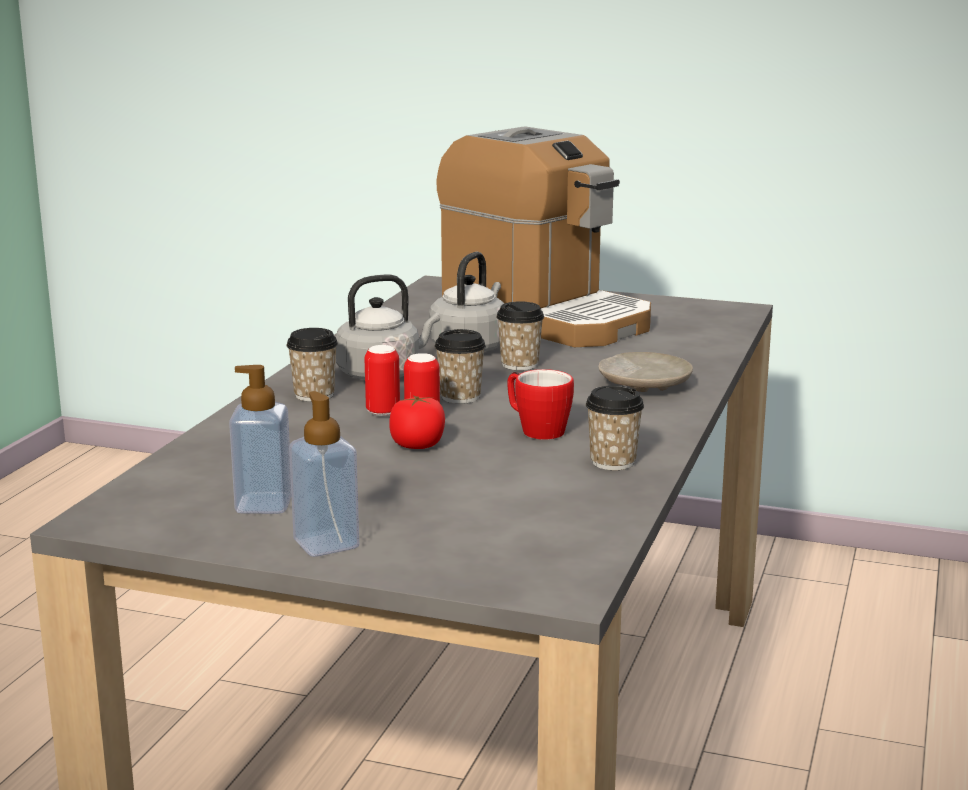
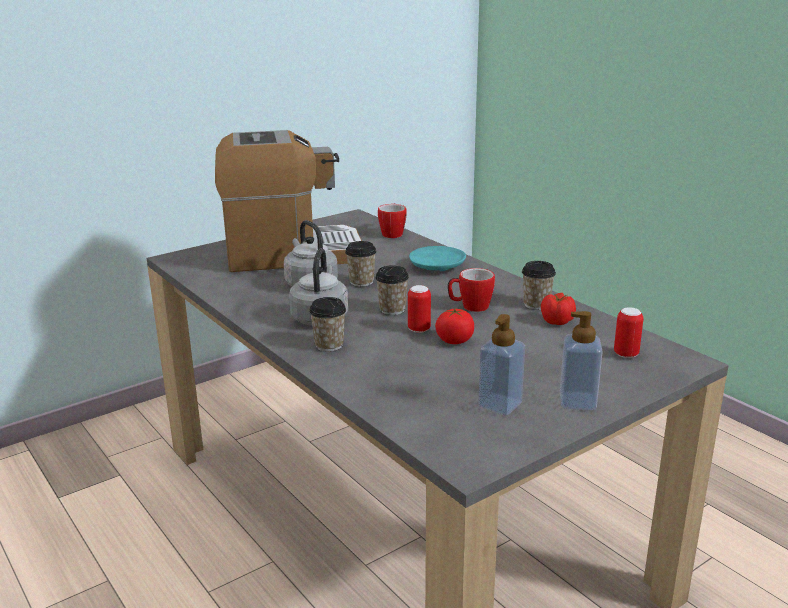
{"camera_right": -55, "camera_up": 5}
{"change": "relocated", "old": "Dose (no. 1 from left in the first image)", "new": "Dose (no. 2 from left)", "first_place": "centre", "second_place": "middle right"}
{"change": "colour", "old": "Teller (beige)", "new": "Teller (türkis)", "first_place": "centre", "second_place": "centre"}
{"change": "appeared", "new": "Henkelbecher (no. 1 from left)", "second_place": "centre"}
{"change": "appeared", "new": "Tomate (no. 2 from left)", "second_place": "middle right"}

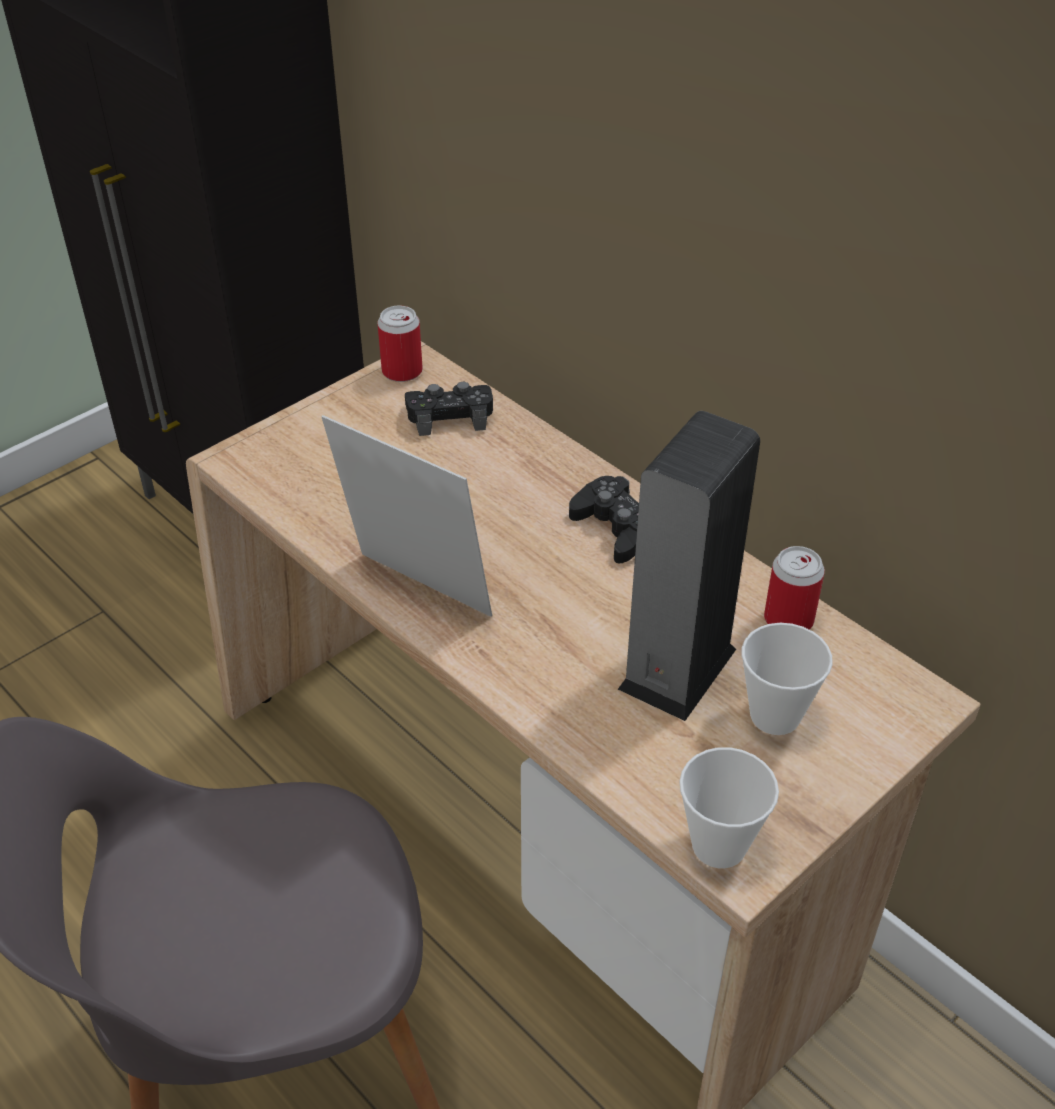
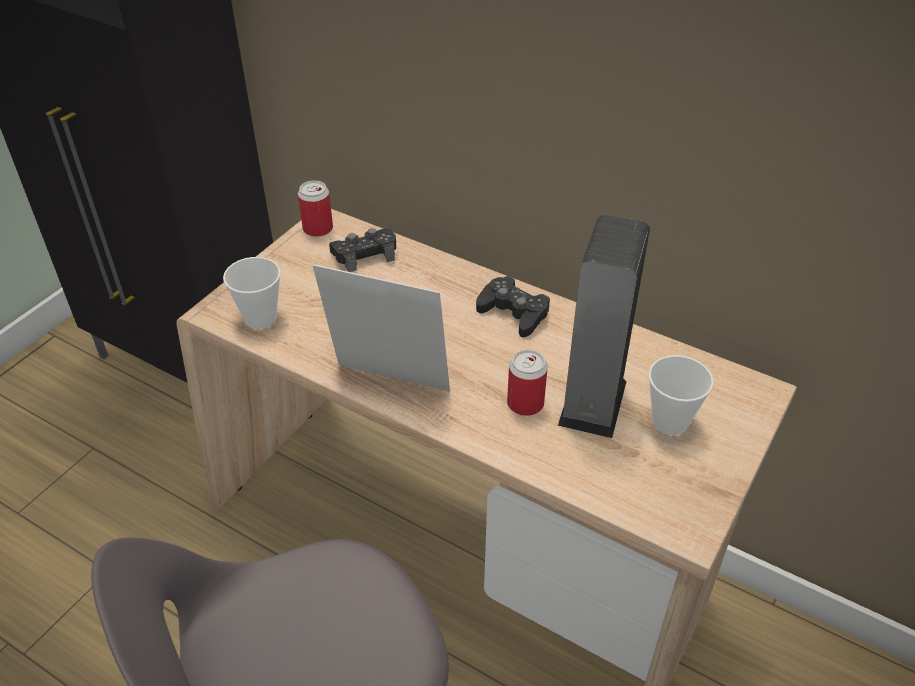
{"camera_right": -15, "camera_up": 0}
{"change": "relocated", "old": "Dose (no. 2 from left)", "first_place": "middle right", "second_place": "centre"}
{"change": "relocated", "old": "Tasse (no. 1 from left)", "first_place": "bottom right", "second_place": "middle left"}

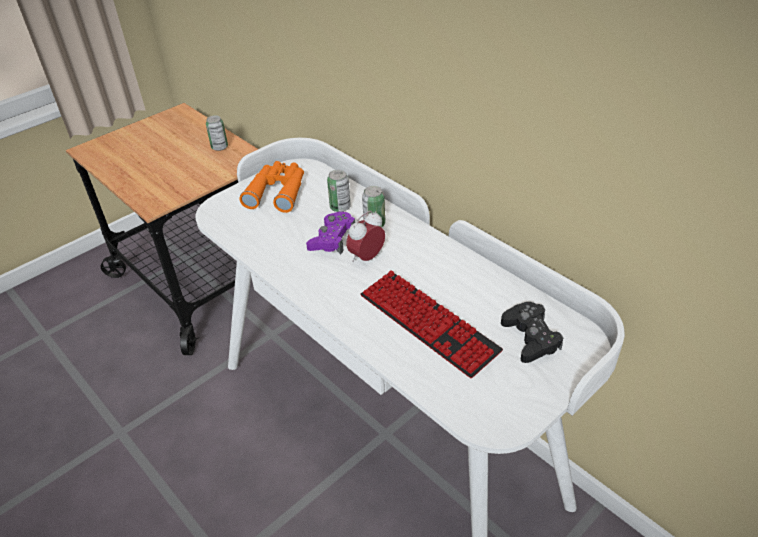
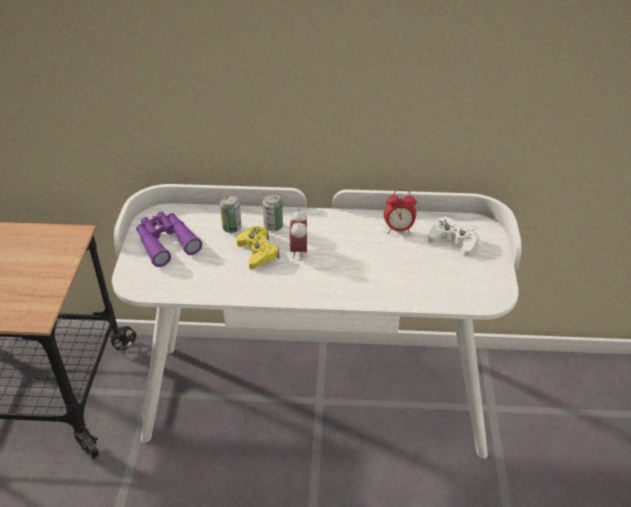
{"camera_right": -45, "camera_up": 0}
{"change": "missing", "old": "Dose (no. 1 from left)", "first_place": "top left"}
{"change": "colour", "old": "Fernglas (orange)", "new": "Fernglas (lila)", "first_place": "centre", "second_place": "middle left"}
{"change": "colour", "old": "Gamepad (lila)", "new": "Gamepad (gelb)", "first_place": "centre", "second_place": "centre"}
{"change": "missing", "old": "Tastatur", "first_place": "centre"}
{"change": "colour", "old": "Gamepad (schwarz)", "new": "Gamepad (weiß)", "first_place": "middle right", "second_place": "middle right"}
{"change": "appeared", "new": "Wecker (no. 2 from left)", "second_place": "centre"}

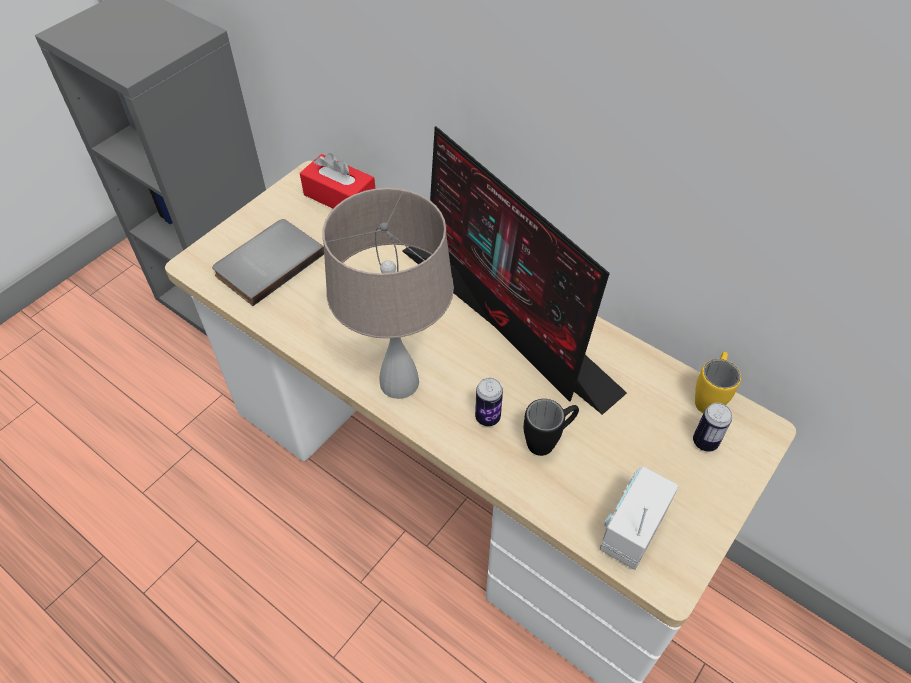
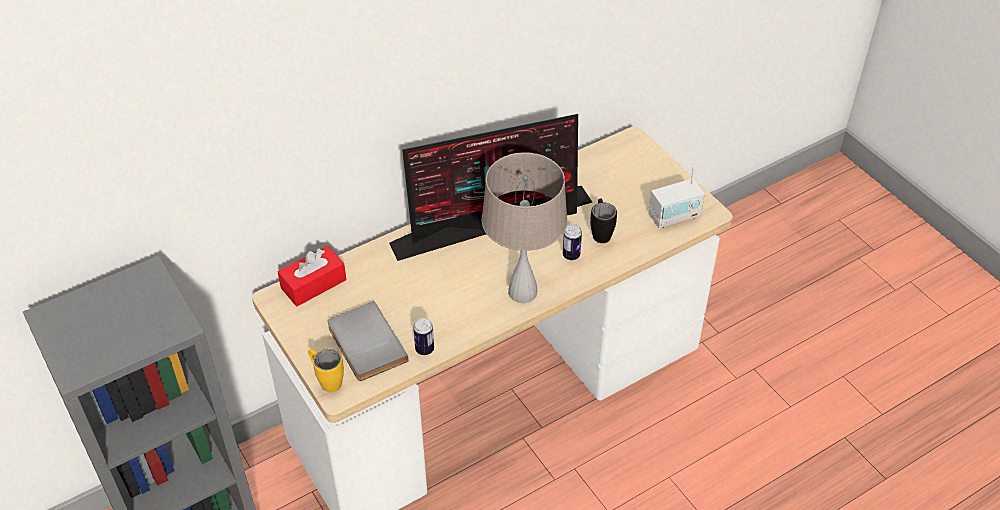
{"camera_right": -70, "camera_up": -5}
{"change": "relocated", "old": "Henkelbecher (gelb)", "first_place": "middle right", "second_place": "bottom left"}
{"change": "relocated", "old": "Dose (no. 2 from left in the first image)", "new": "Dose (no. 1 from left)", "first_place": "middle right", "second_place": "centre"}
{"change": "spun", "old": "Radio", "first_place": "bottom right", "second_place": "middle right", "degrees": -75}

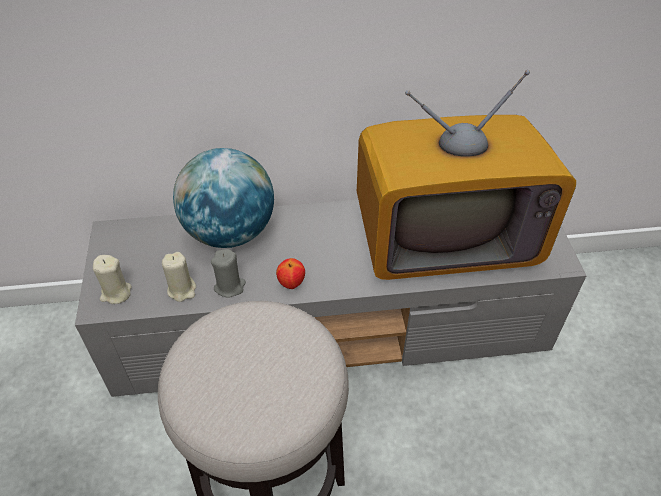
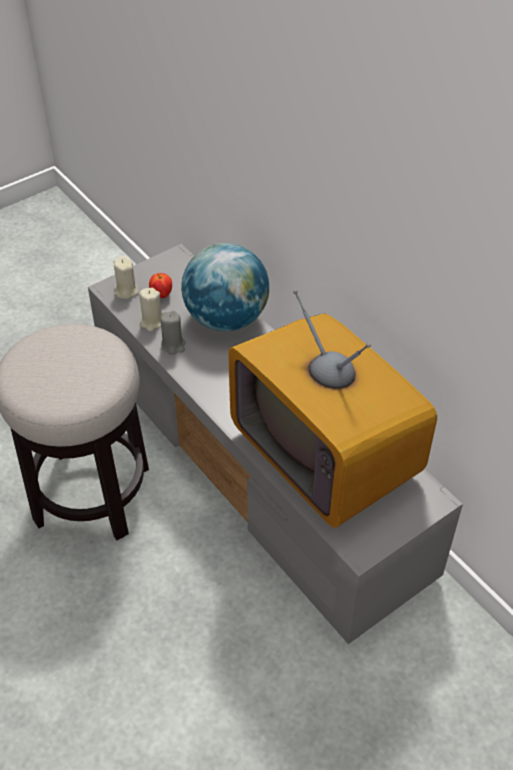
{"camera_right": 60, "camera_up": 0}
{"change": "relocated", "old": "Apfel", "first_place": "centre", "second_place": "middle left"}

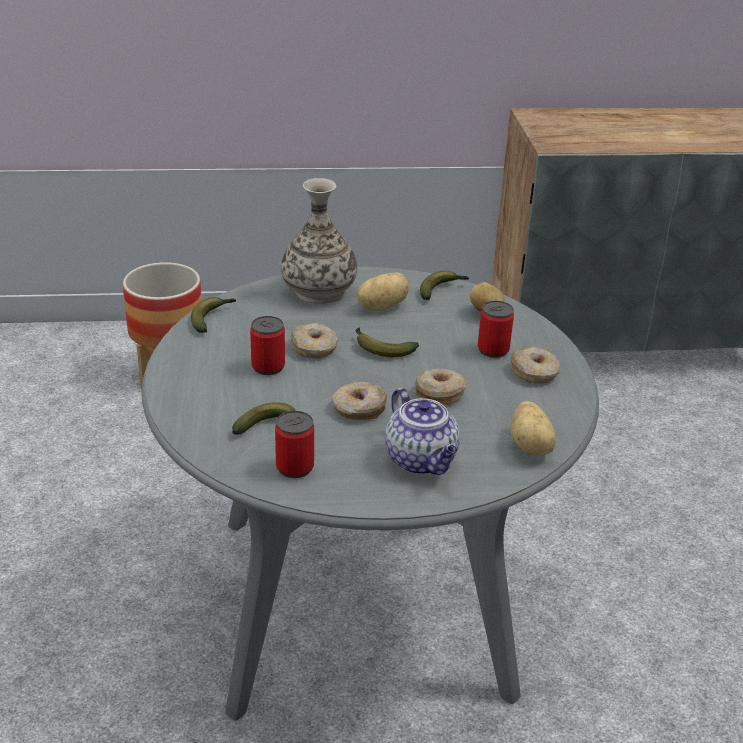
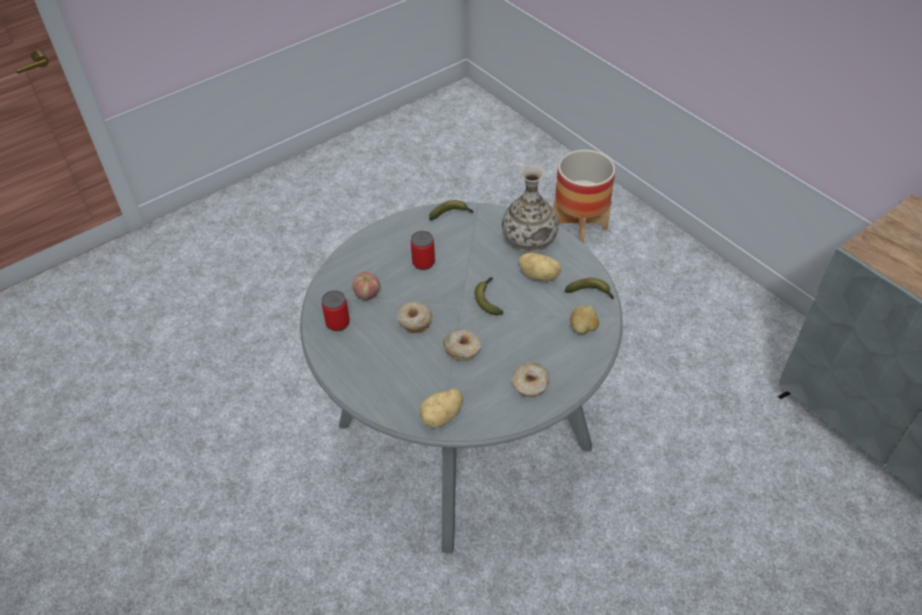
{"camera_right": 60, "camera_up": 15}
{"change": "missing", "old": "Dose (no. 3 from left)", "first_place": "middle right"}
{"change": "missing", "old": "Donut (no. 1 from left)", "first_place": "centre"}
{"change": "missing", "old": "Teekanne", "first_place": "centre"}
{"change": "exchanged", "old": "Banane (no. 2 from left)", "new": "Apfel", "first_place": "centre", "second_place": "centre"}

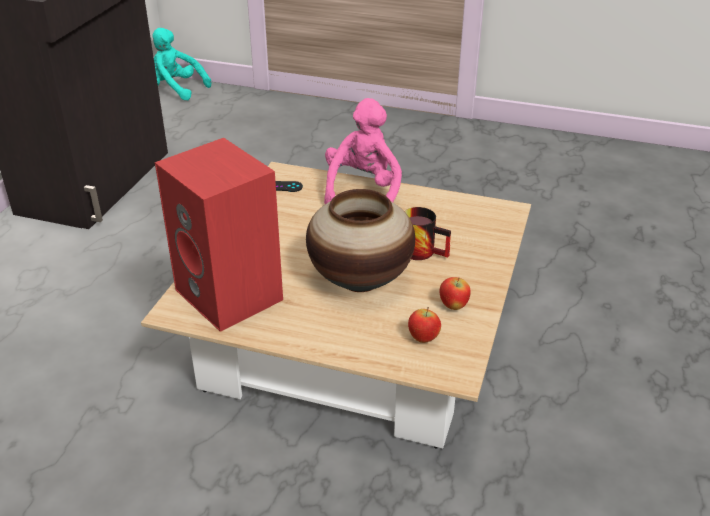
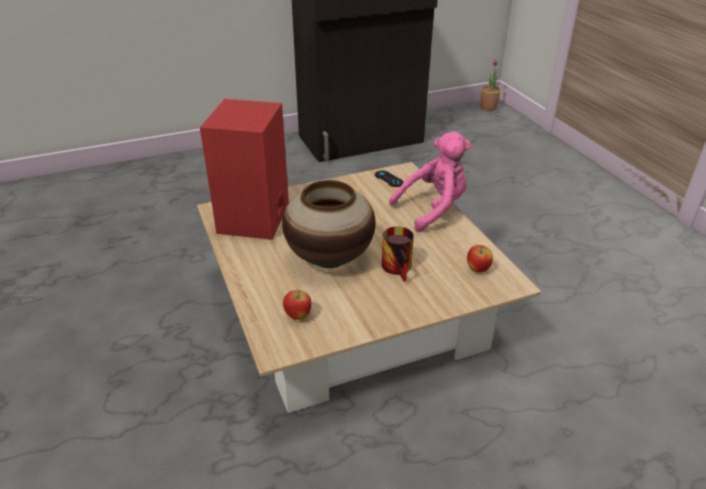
{"camera_right": 50, "camera_up": 0}
{"change": "exchanged", "old": "Plüschtier (türkis)", "new": "Topfpflanze", "first_place": "top left", "second_place": "top right"}
{"change": "relocated", "old": "Apfel (no. 2 from left)", "first_place": "centre", "second_place": "middle right"}

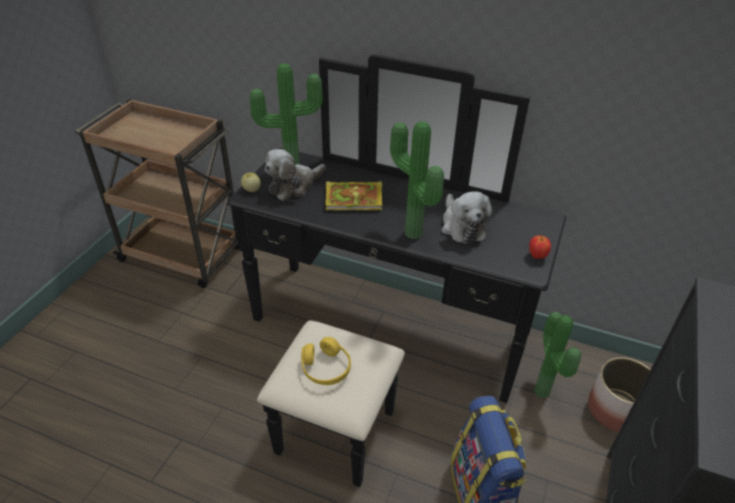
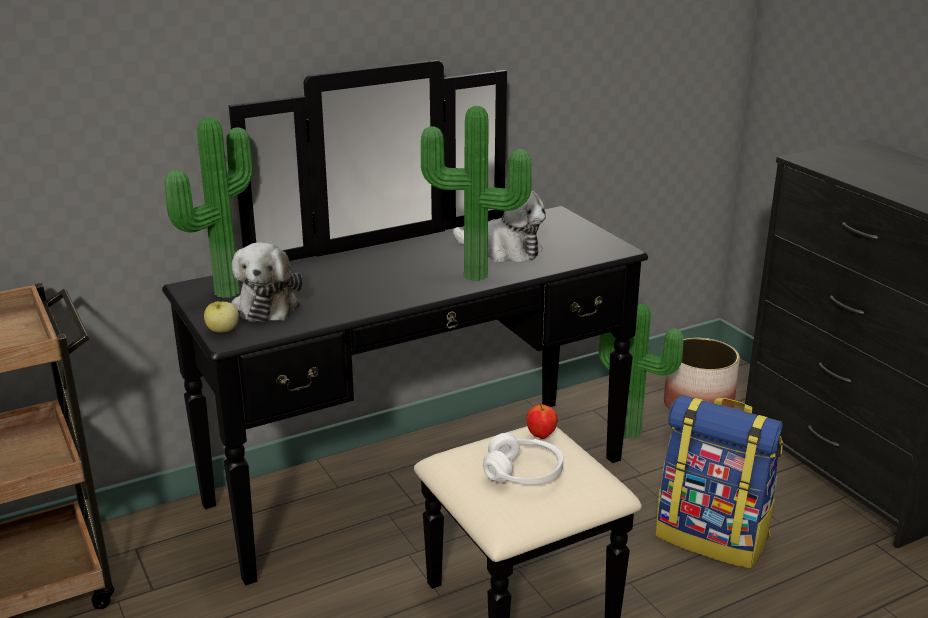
{"camera_right": -50, "camera_up": -15}
{"change": "missing", "old": "Buch", "first_place": "centre"}
{"change": "relocated", "old": "Apfel (no. 2 from left)", "first_place": "middle right", "second_place": "bottom centre"}
{"change": "colour", "old": "Kopfhörer (gelb)", "new": "Kopfhörer (weiß)", "first_place": "bottom centre", "second_place": "bottom centre"}

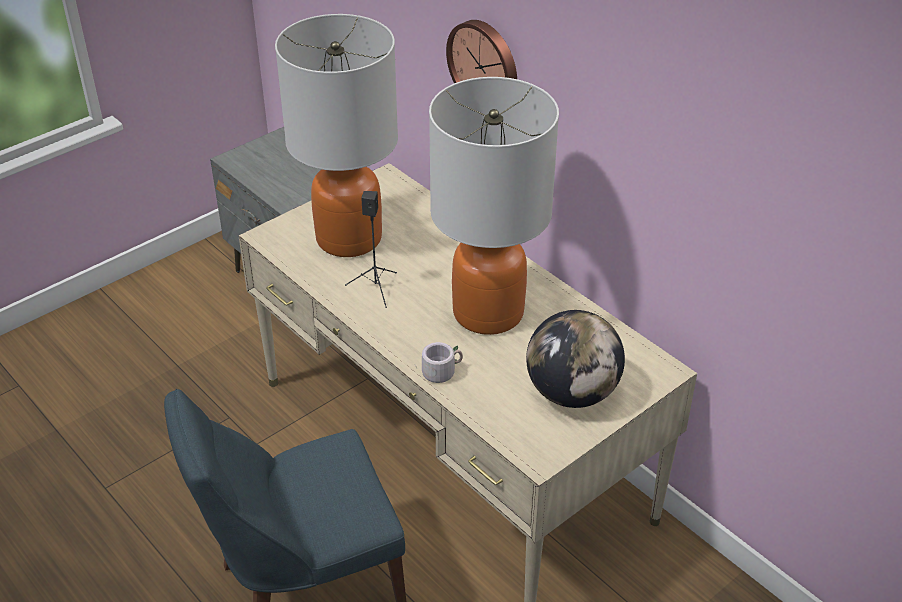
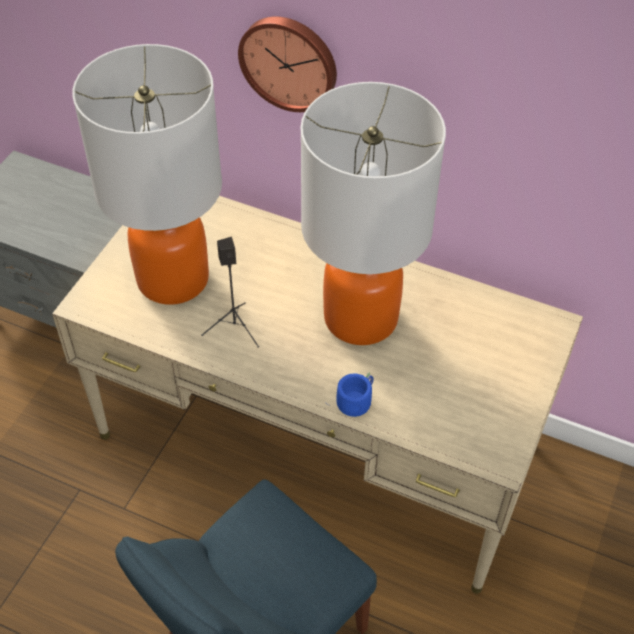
{"camera_right": -25, "camera_up": 10}
{"change": "missing", "old": "Globus", "first_place": "centre"}
{"change": "colour", "old": "Henkelbecher (grau)", "new": "Henkelbecher (blau)", "first_place": "centre", "second_place": "centre"}

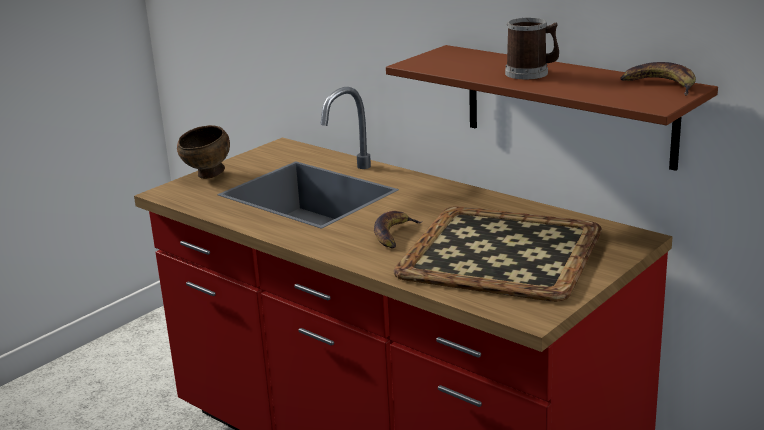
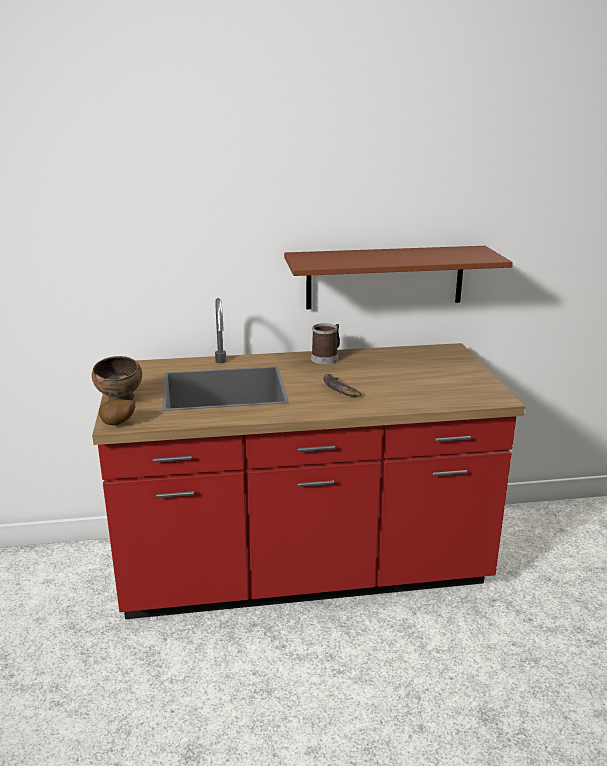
{"camera_right": -50, "camera_up": 0}
{"change": "relocated", "old": "Henkelbecher", "first_place": "top right", "second_place": "centre"}
{"change": "missing", "old": "Banane (no. 2 from left)", "first_place": "top right"}
{"change": "missing", "old": "Tablett", "first_place": "centre"}
{"change": "appeared", "new": "Kartoffel", "second_place": "middle left"}

